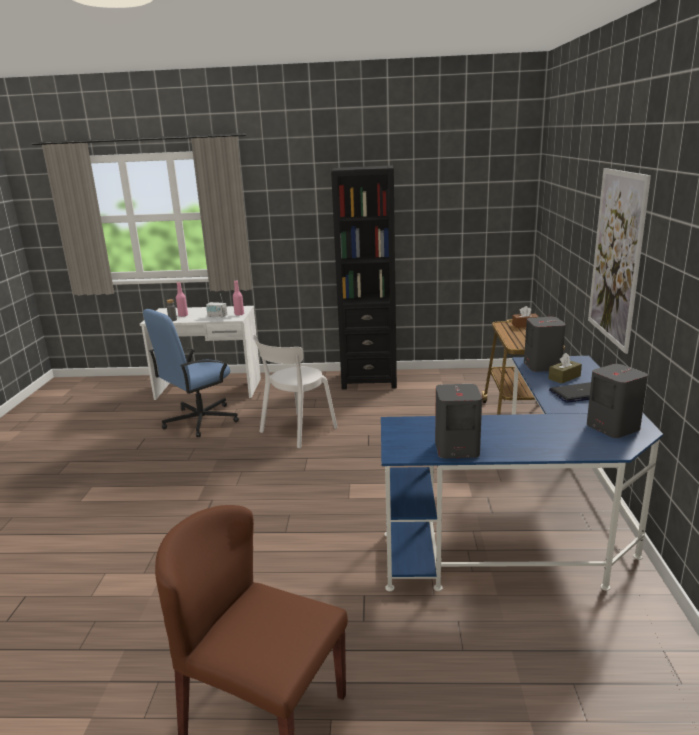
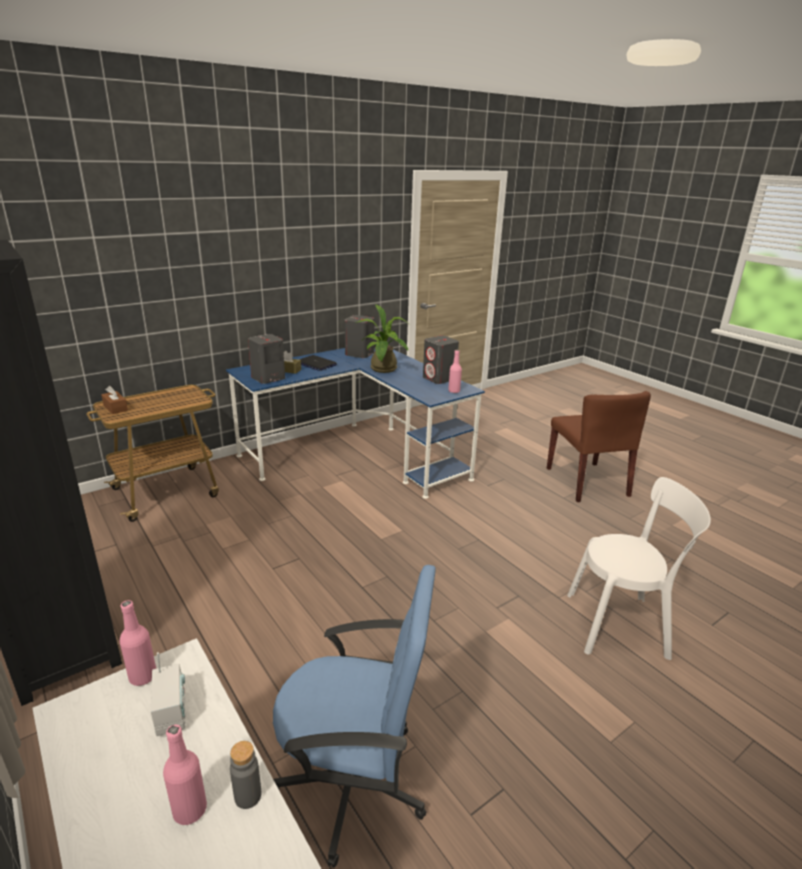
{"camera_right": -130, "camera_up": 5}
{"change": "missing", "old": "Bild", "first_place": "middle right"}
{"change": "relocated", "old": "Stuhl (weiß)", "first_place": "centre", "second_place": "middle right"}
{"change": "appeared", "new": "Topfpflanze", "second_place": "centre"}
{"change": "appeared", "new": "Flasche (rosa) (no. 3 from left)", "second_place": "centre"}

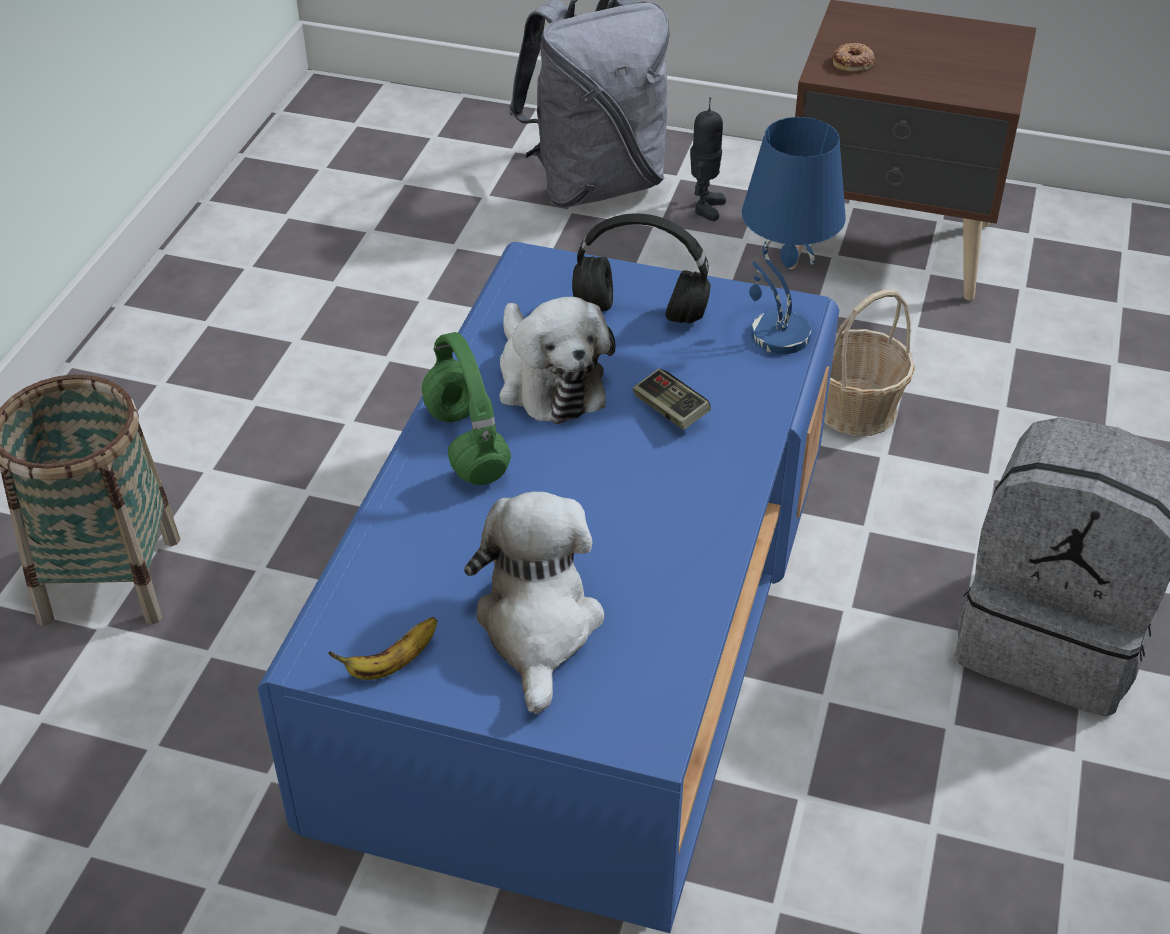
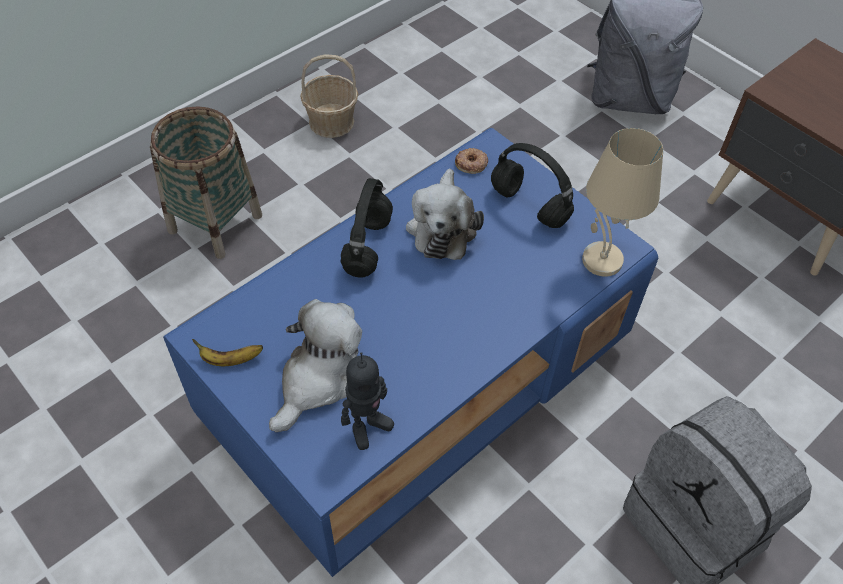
{"camera_right": 30, "camera_up": 10}
{"change": "relocated", "old": "Donut", "first_place": "top right", "second_place": "top centre"}
{"change": "relocated", "old": "Spielzeugroboter", "first_place": "top centre", "second_place": "bottom centre"}
{"change": "colour", "old": "Tischlampe (blau)", "new": "Tischlampe (beige)", "first_place": "top right", "second_place": "middle right"}
{"change": "relocated", "old": "Korb (no. 2 from left)", "first_place": "middle right", "second_place": "top centre"}
{"change": "colour", "old": "Kopfhörer (grün)", "new": "Kopfhörer (schwarz) (no. 1 from left)", "first_place": "centre", "second_place": "centre"}
{"change": "missing", "old": "Gamepad", "first_place": "centre"}

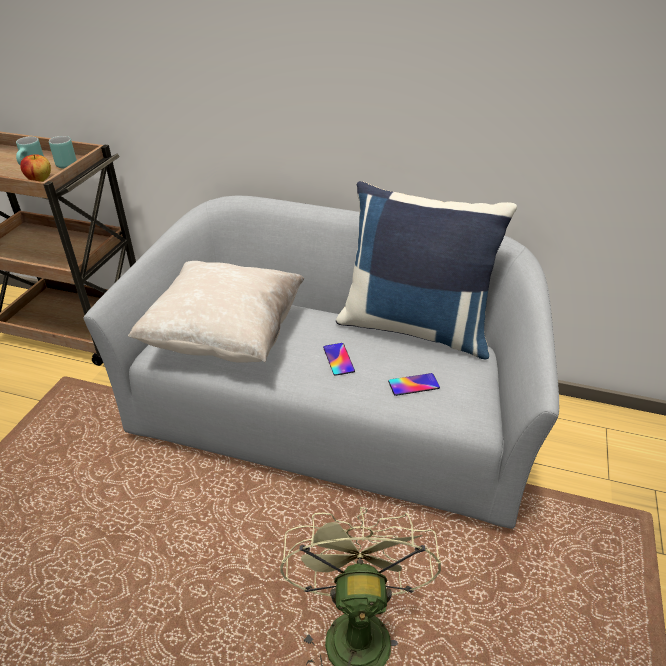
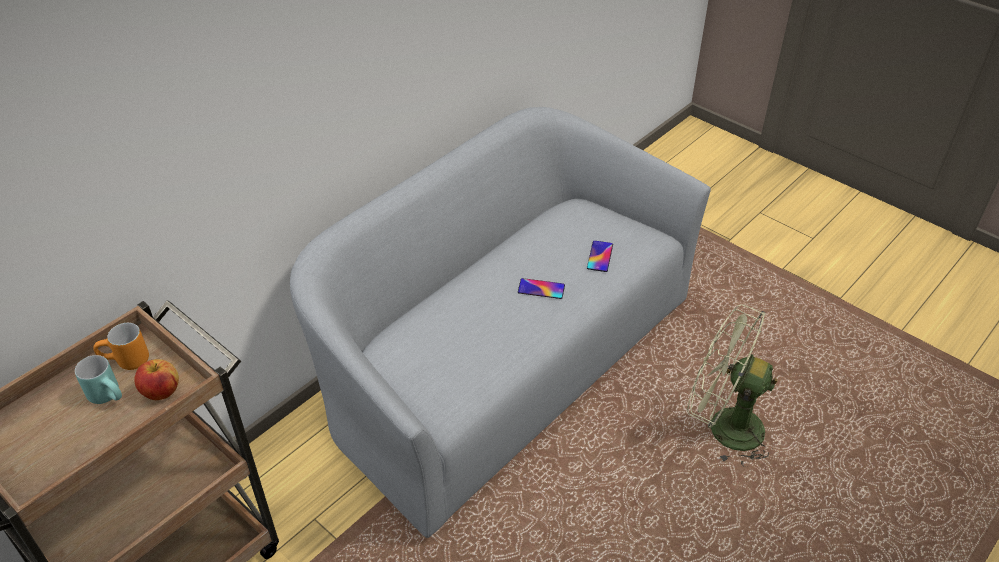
{"camera_right": -65, "camera_up": 5}
{"change": "colour", "old": "Henkelbecher (türkis) (no. 2 from left)", "new": "Henkelbecher (orange)", "first_place": "top left", "second_place": "middle left"}
{"change": "missing", "old": "Kissen (blau)", "first_place": "centre"}
{"change": "missing", "old": "Kissen (beige)", "first_place": "middle left"}

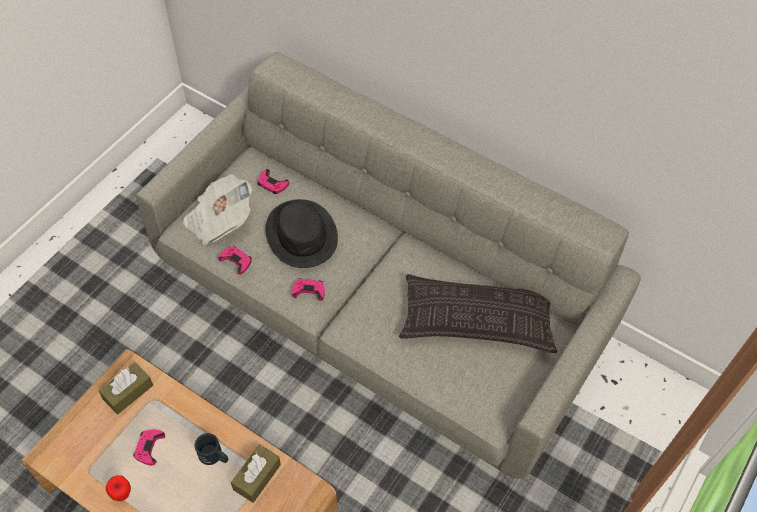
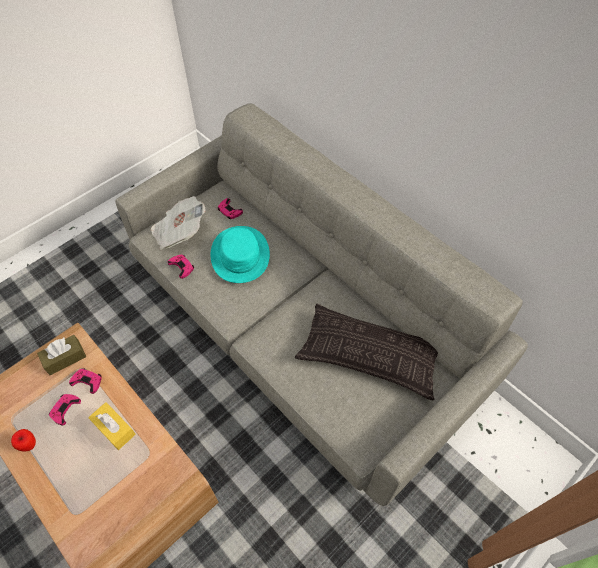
{"camera_right": 15, "camera_up": 0}
{"change": "colour", "old": "Hut (schwarz)", "new": "Hut (türkis)", "first_place": "centre", "second_place": "centre"}
{"change": "relocated", "old": "Gamepad (rosa) (no. 4 from left in the first image)", "new": "Gamepad (rosa) (no. 2 from left)", "first_place": "centre", "second_place": "bottom left"}
{"change": "exchanged", "old": "Henkelbecher (schwarz)", "new": "Taschentuchbox (gelb)", "first_place": "bottom left", "second_place": "bottom left"}
{"change": "missing", "old": "Taschentuchbox (braun) (no. 2 from left)", "first_place": "bottom centre"}

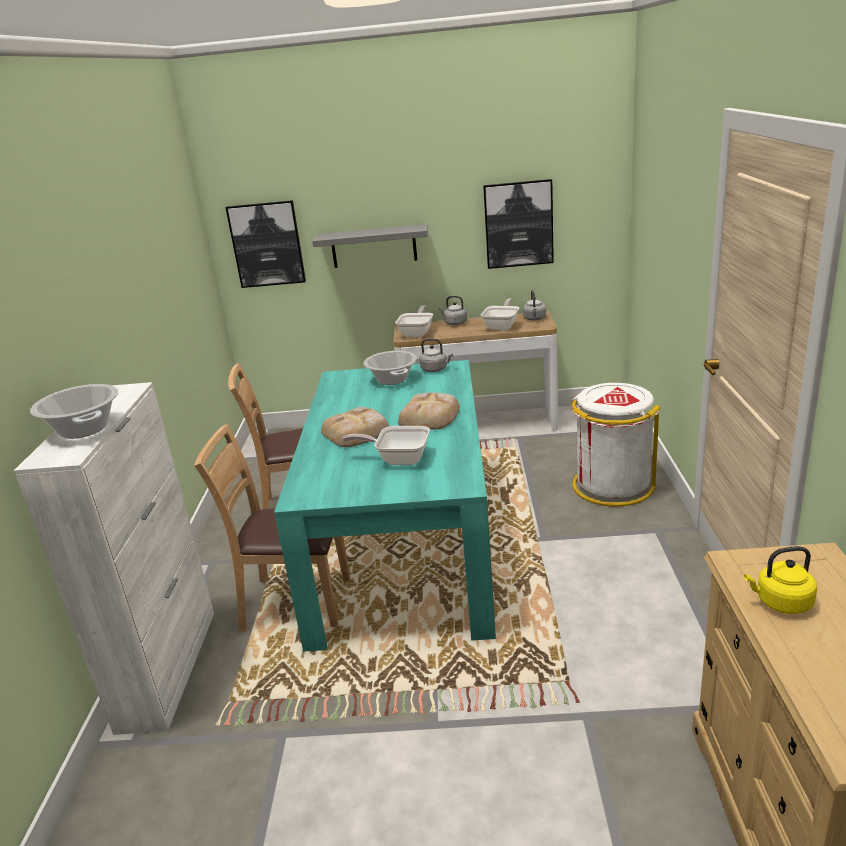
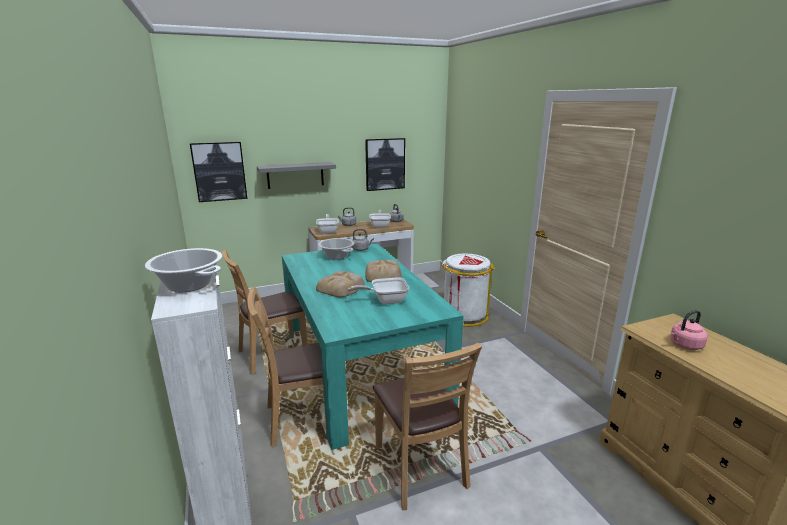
{"camera_right": -25, "camera_up": -5}
{"change": "colour", "old": "Wasserkessel (gelb)", "new": "Wasserkessel (rosa)", "first_place": "bottom right", "second_place": "middle right"}
{"change": "appeared", "new": "Stuhl (braun) (no. 3 from left)", "second_place": "bottom centre"}

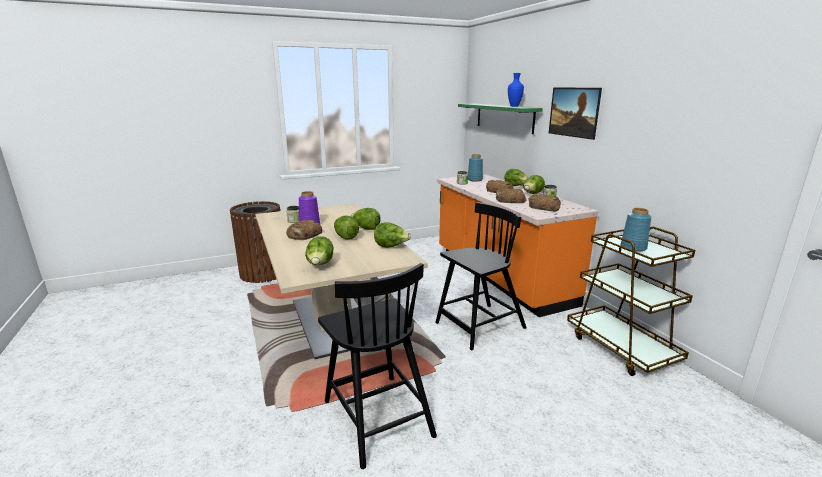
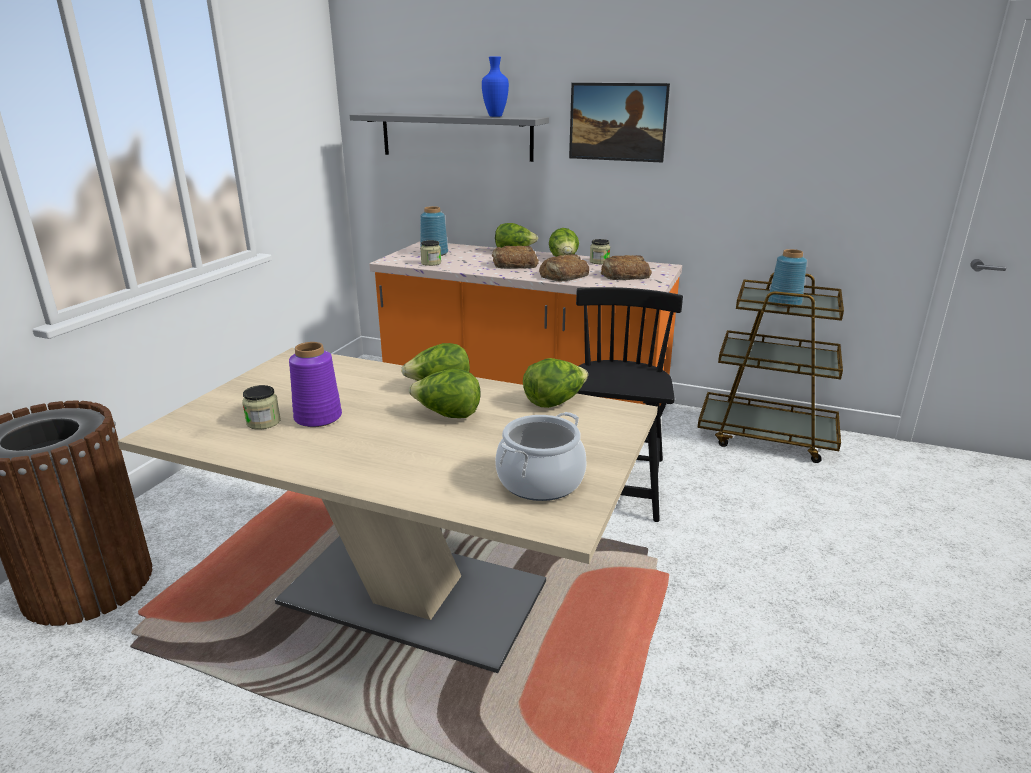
{"camera_right": -45, "camera_up": 5}
{"change": "colour", "old": "Wandregal (grün)", "new": "Wandregal (grau)", "first_place": "top centre", "second_place": "top centre"}
{"change": "missing", "old": "Brot (no. 1 from left)", "first_place": "centre"}
{"change": "exchanged", "old": "Salatkopf (no. 1 from left)", "new": "Kochtopf", "first_place": "centre", "second_place": "centre"}
{"change": "missing", "old": "Stuhl (schwarz) (no. 1 from left)", "first_place": "bottom centre"}

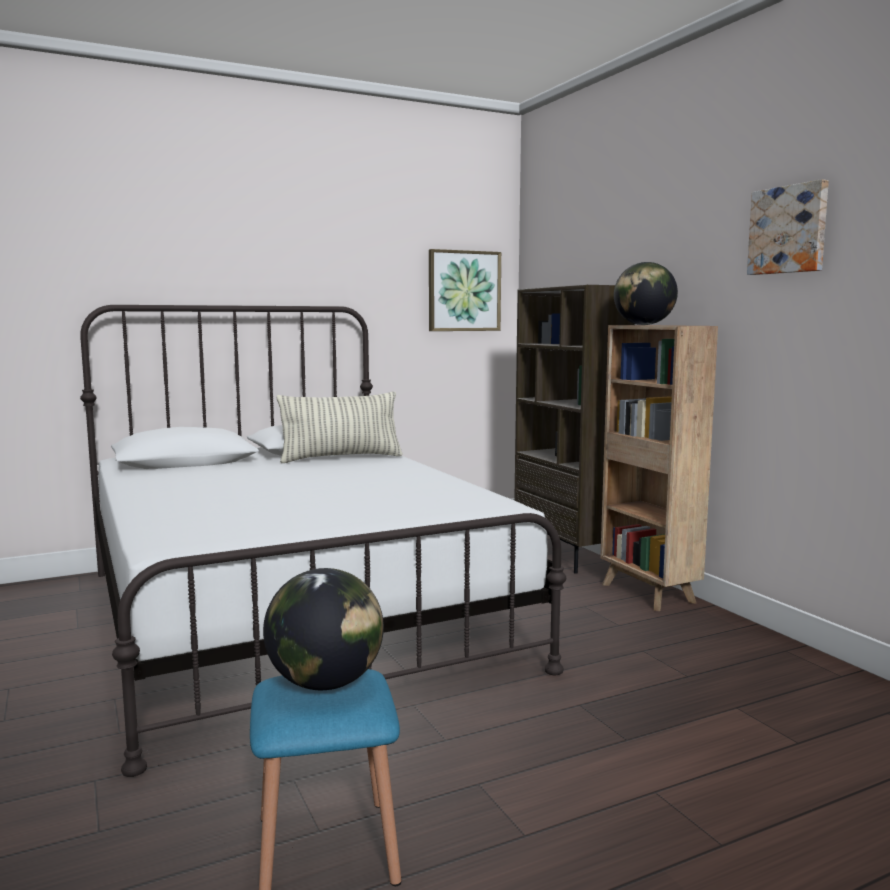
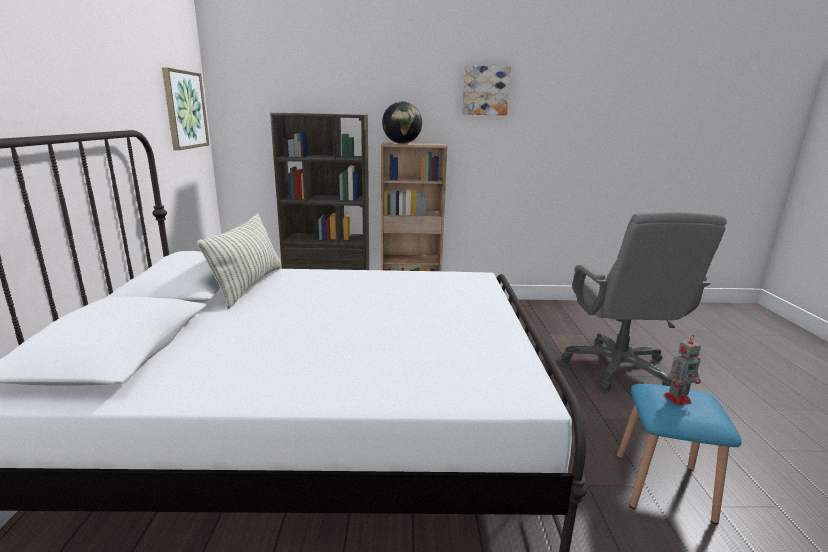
{"camera_right": -65, "camera_up": 10}
{"change": "exchanged", "old": "Globus (no. 1 from left)", "new": "Spielzeugroboter", "first_place": "bottom centre", "second_place": "bottom right"}
{"change": "appeared", "new": "Bürostuhl (grau)", "second_place": "middle right"}

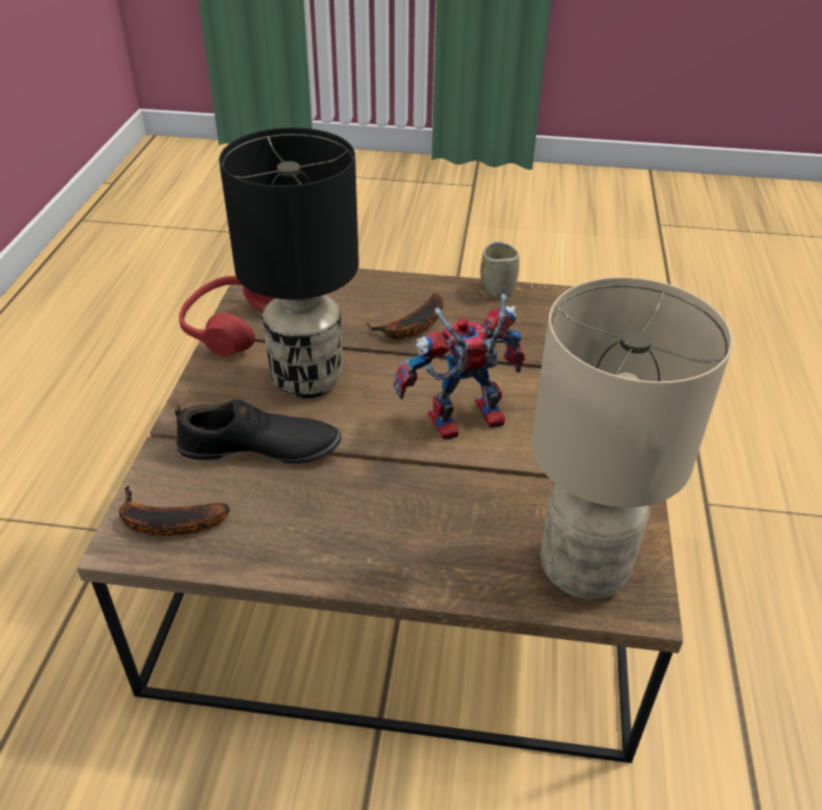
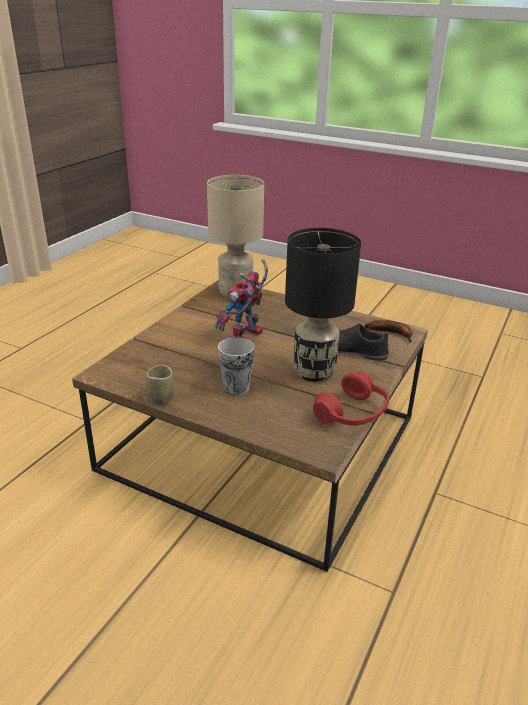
{"camera_right": -160, "camera_up": -10}
{"change": "exchanged", "old": "Banane (no. 2 from left)", "new": "Tasse (no. 2 from left)", "first_place": "centre", "second_place": "centre"}
{"change": "spun", "old": "Spielzeugroboter", "first_place": "centre", "second_place": "centre", "degrees": 120}

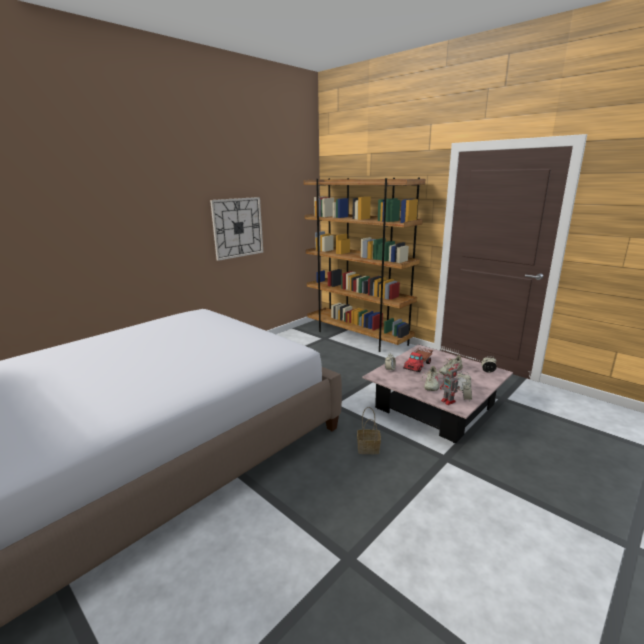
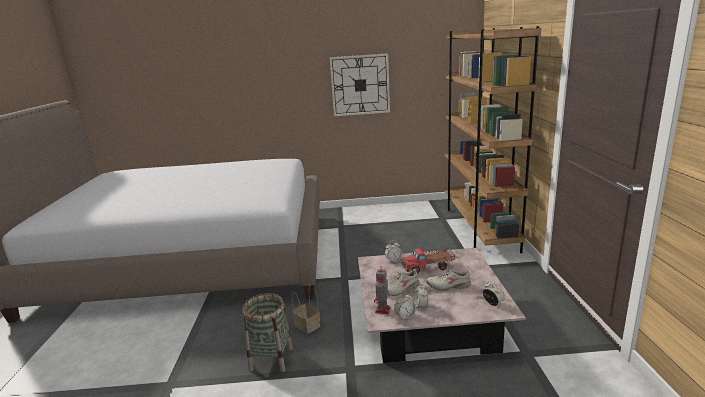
{"camera_right": 45, "camera_up": 0}
{"change": "appeared", "new": "Korb (no. 1 from left)", "second_place": "bottom centre"}

